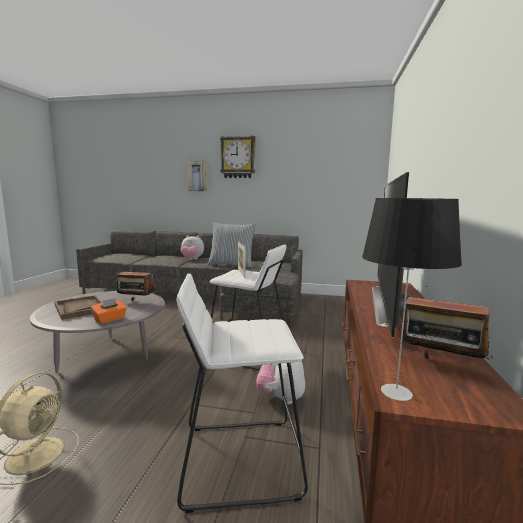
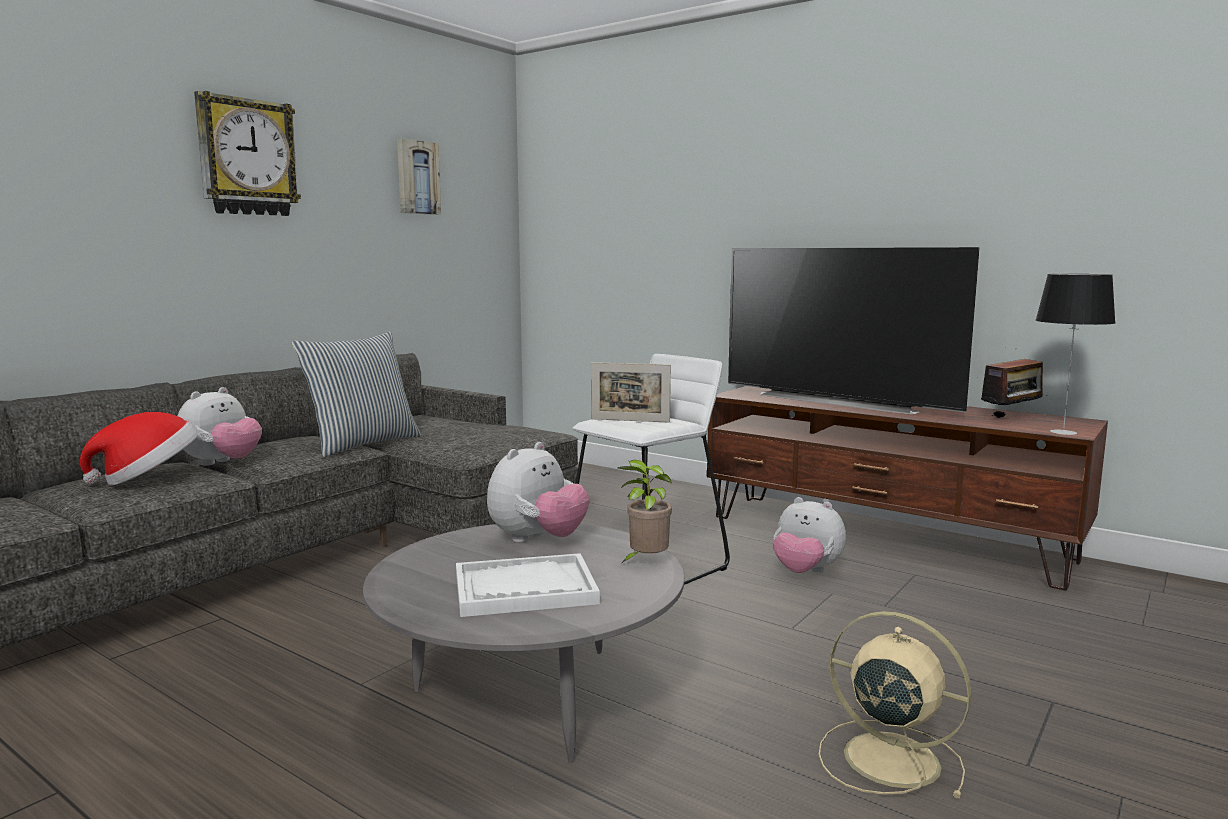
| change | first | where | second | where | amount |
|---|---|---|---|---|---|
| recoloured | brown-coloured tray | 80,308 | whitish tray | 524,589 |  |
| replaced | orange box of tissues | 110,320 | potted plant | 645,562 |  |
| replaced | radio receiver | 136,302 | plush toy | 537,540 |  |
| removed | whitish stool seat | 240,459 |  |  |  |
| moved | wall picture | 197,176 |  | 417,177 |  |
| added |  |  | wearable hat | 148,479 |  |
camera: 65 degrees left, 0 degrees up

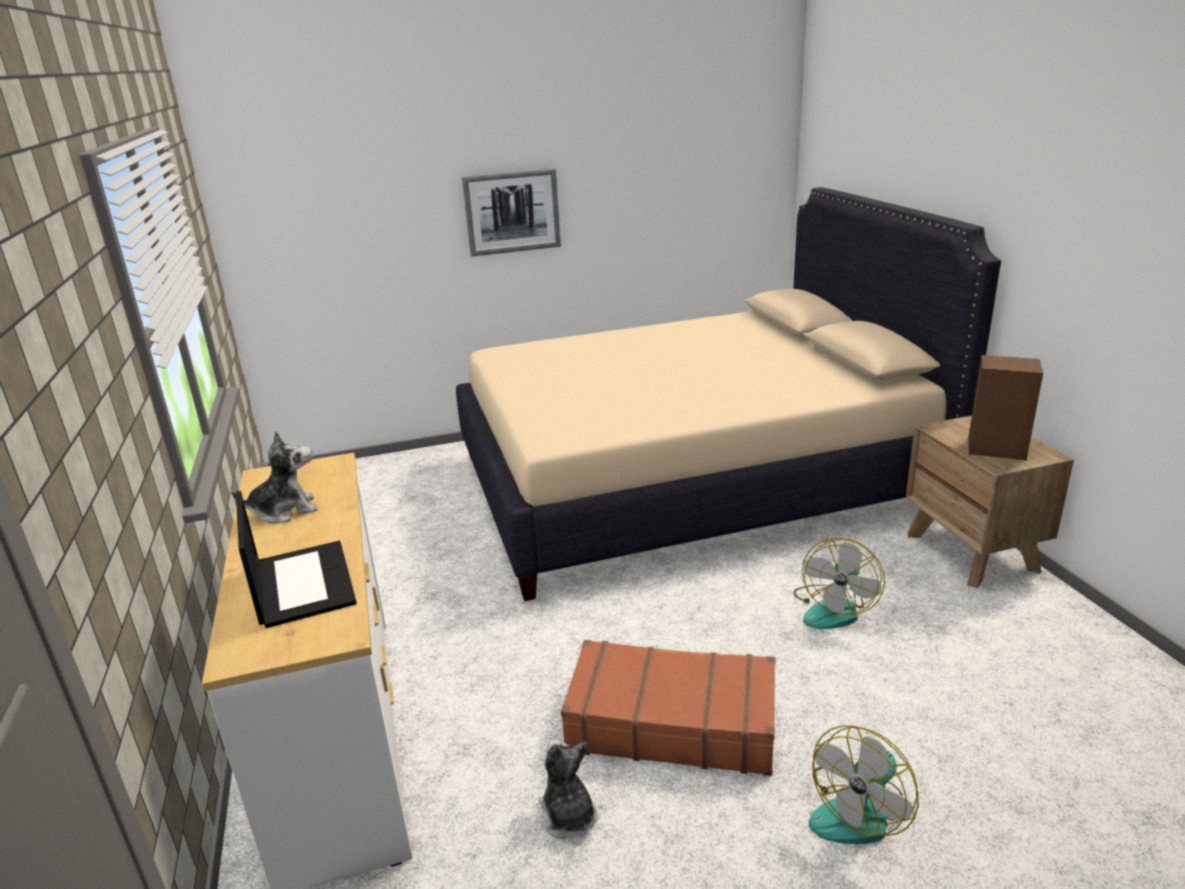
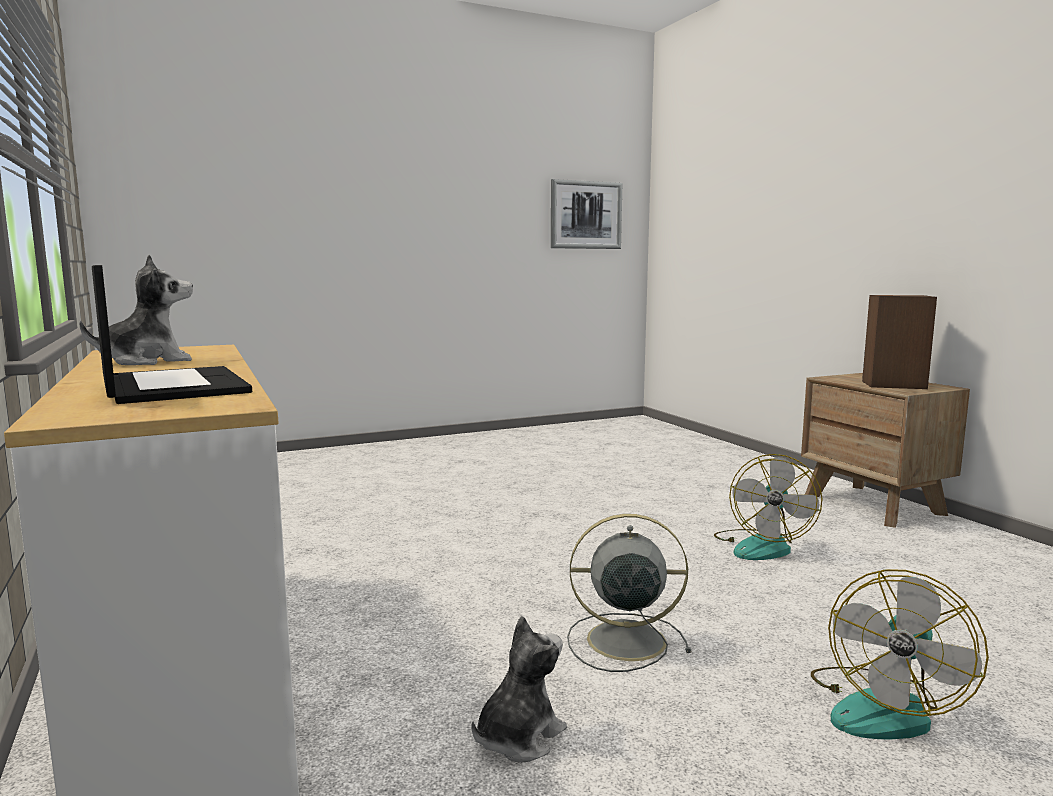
| change | first | where | second | where | amount |
|---|---|---|---|---|---|
| removed | beige-coloured bedroom bed | 689,480 |  |  |  |
| moved | wall picture | 512,212 |  | 586,215 |  |
| turned | plush toy | 568,816 |  | 518,737 | 75 degrees clockwise |
| replaced | brown-coloured piece of luggage | 671,722 | greyish electric fan | 622,640 |  |
camera: 10 degrees left, 15 degrees down

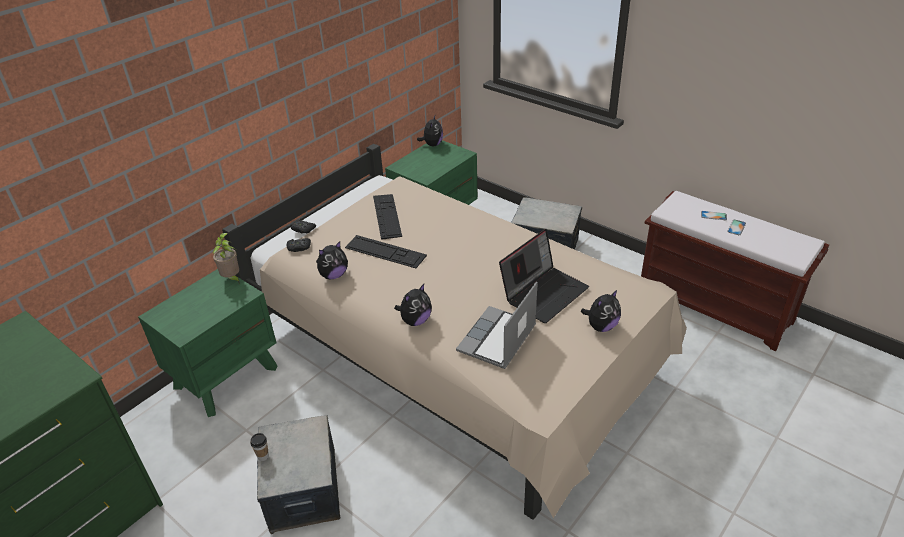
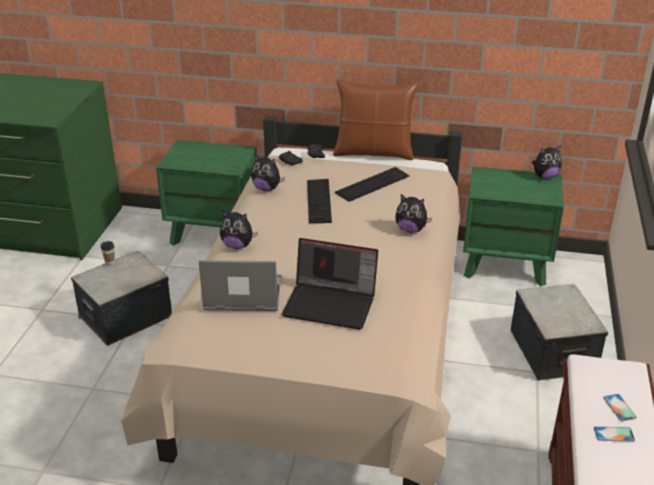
| change | first | where | second | where | amount |
|---|---|---|---|---|---|
| removed | potted plant | 232,278 |  |  |  |
| moved | plush toy | 601,326 |  | 411,230 |  |
| added |  |  | brown-coloured pillow | 373,152 |  |
camera: 60 degrees right, 5 degrees down

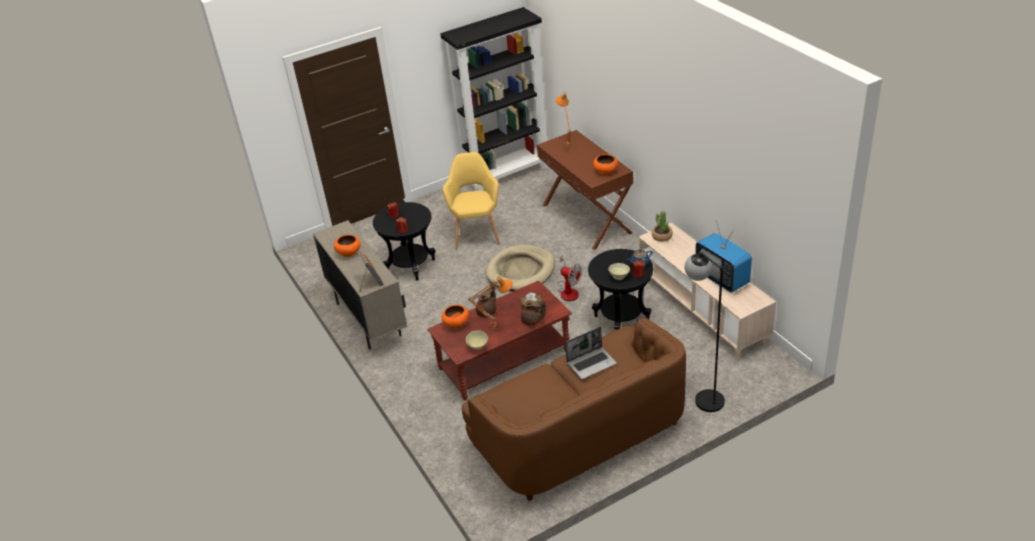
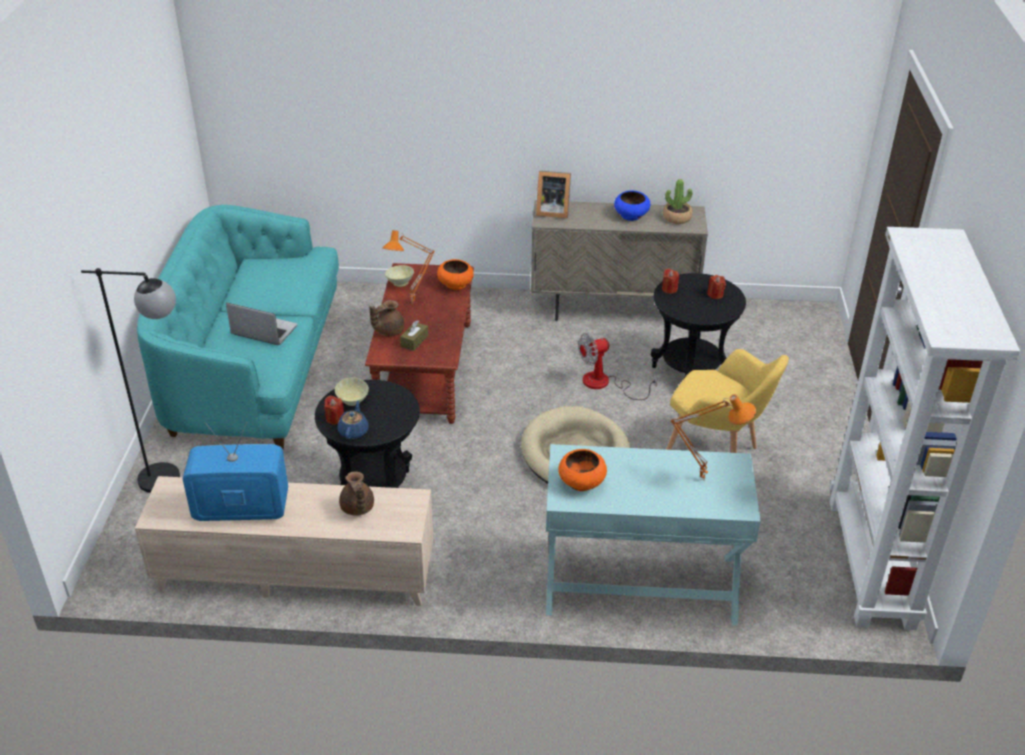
| change | first | where | second | where | amount |
|---|---|---|---|---|---|
| recoloured | orange serving bowl | 349,252 | blue serving bowl | 631,215 |  |
| recoloured | blackish shelving unit | 507,174 | whitish shelving unit | 872,563 |  |
| recoloured | brown-coloured settee | 580,433 | turquoise settee | 255,369 |  |
| moved | brown-coloured teapot | 487,312 |  | 357,508 |  |
| recoloured | brown-coloured hall table | 587,218 | turquoise hall table | 640,585 |  |
| moved | electric fan | 568,291 |  | 605,384 |  |
| turned | laptop | 591,363 |  | 263,331 | 105 degrees clockwise |
| moved | potted plant | 662,236 |  | 677,218 |  |
camera: 120 degrees right, 0 degrees up

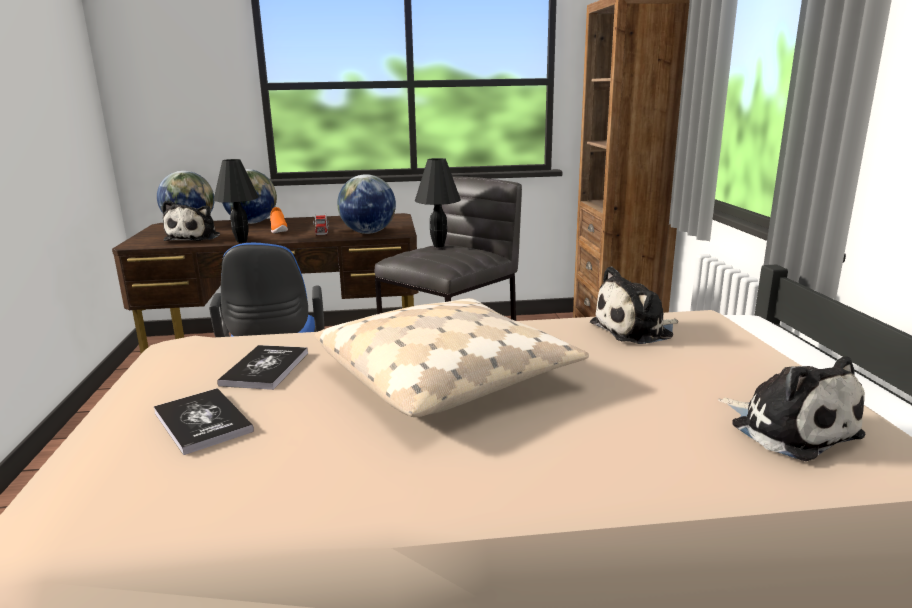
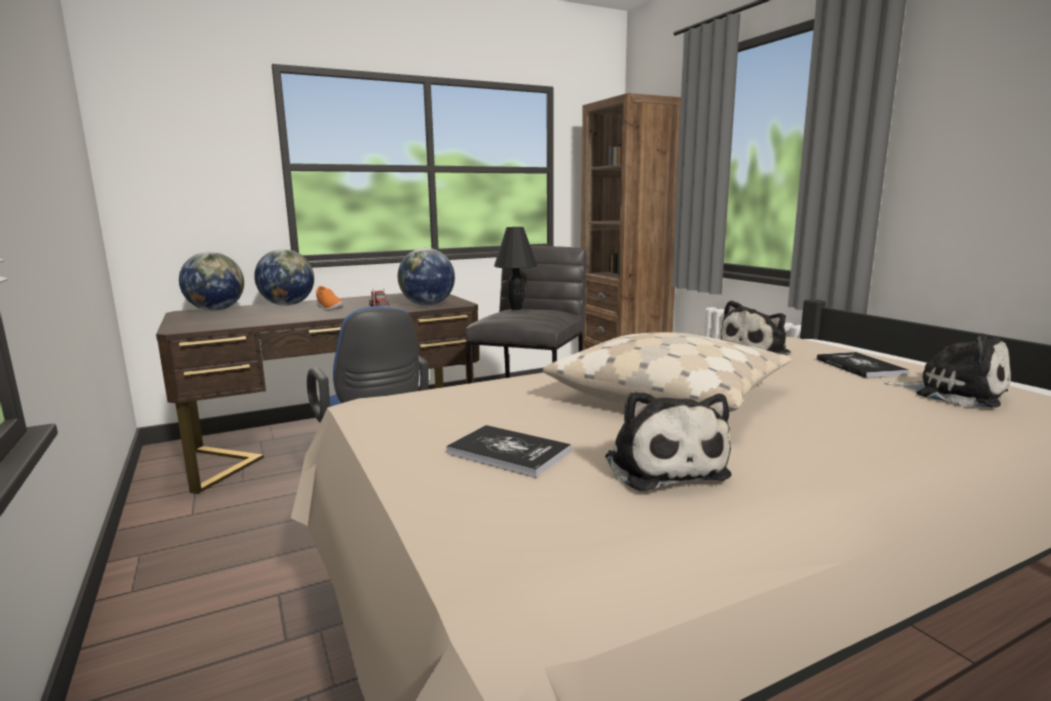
| change | first | where | second | where | amount |
|---|---|---|---|---|---|
| moved | plush toy | 195,237 |  | 662,466 |  |
| removed | blackish table lamp | 242,241 |  |  |  |
| moved | bound book | 265,368 |  | 860,367 |  |
camera: 20 degrees left, 5 degrees down

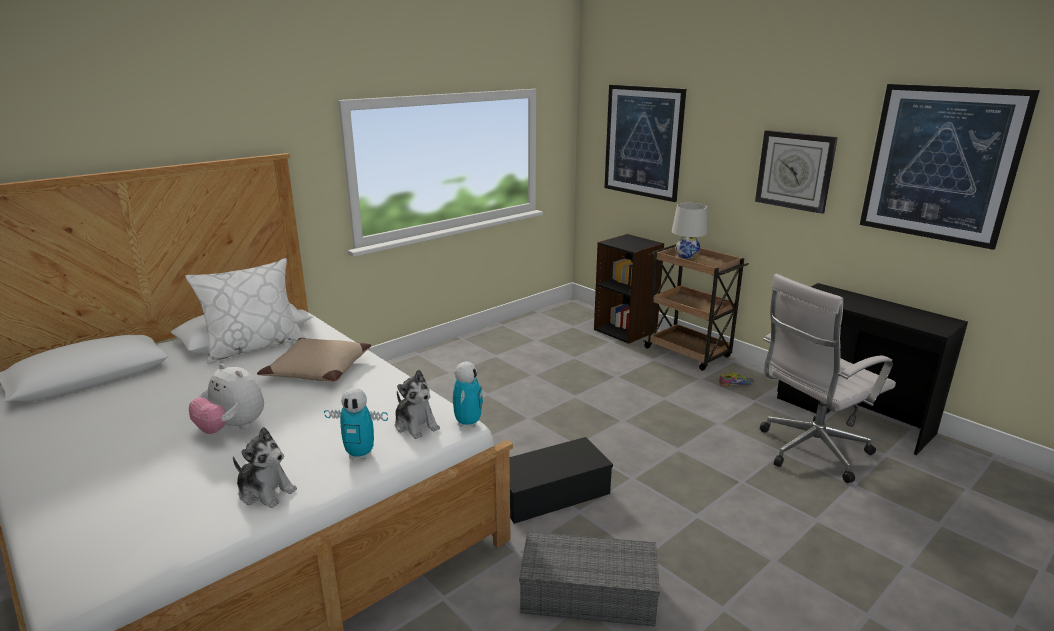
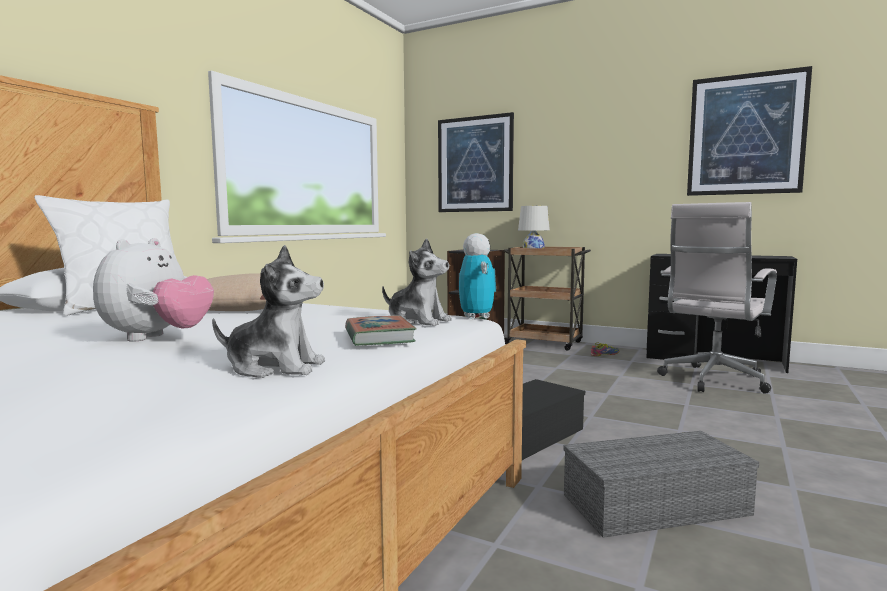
| change | first | where | second | where | amount |
|---|---|---|---|---|---|
| turned | plush toy | 232,428 |  | 158,338 | 90 degrees counterclockwise |
| replaced | toy robot | 360,454 | bound book | 379,337 |  |
| removed | clock on the wall | 795,170 |  |  |  |
camera: 20 degrees left, 15 degrees down

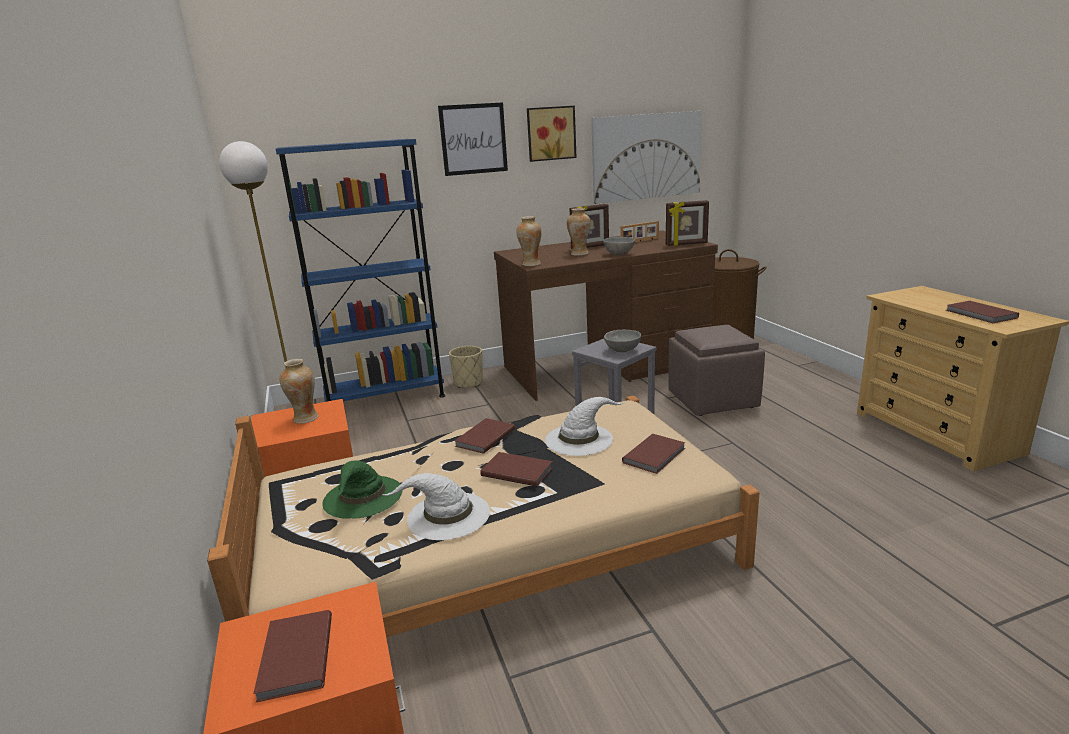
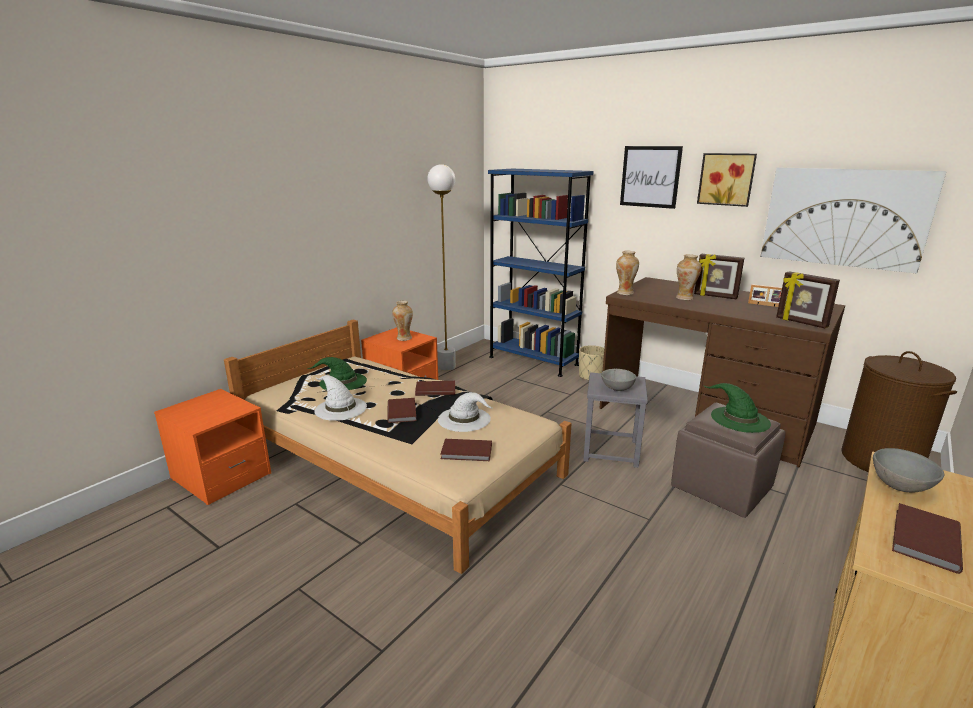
| change | first | where | second | where | amount |
|---|---|---|---|---|---|
| removed | brown-coloured bound book | 294,658 |  |  |  |
| moved | greyish serving bowl | 619,254 |  | 901,486 |  |
| added |  |  | green wearable hat | 739,419 |  |
camera: 55 degrees right, 0 degrees up

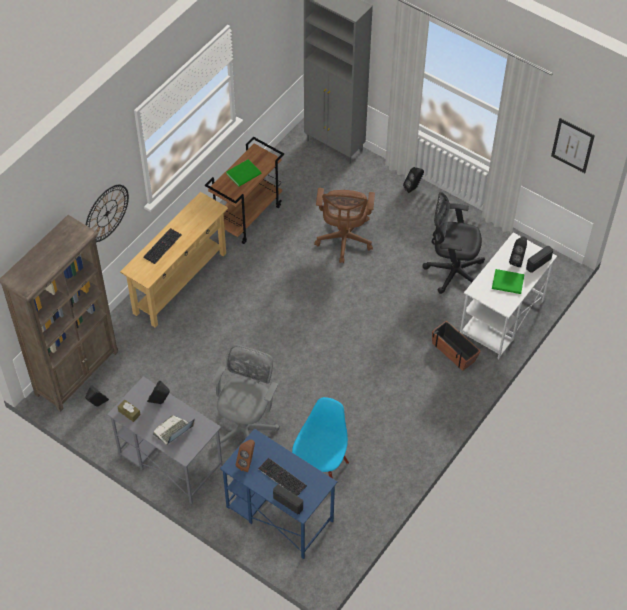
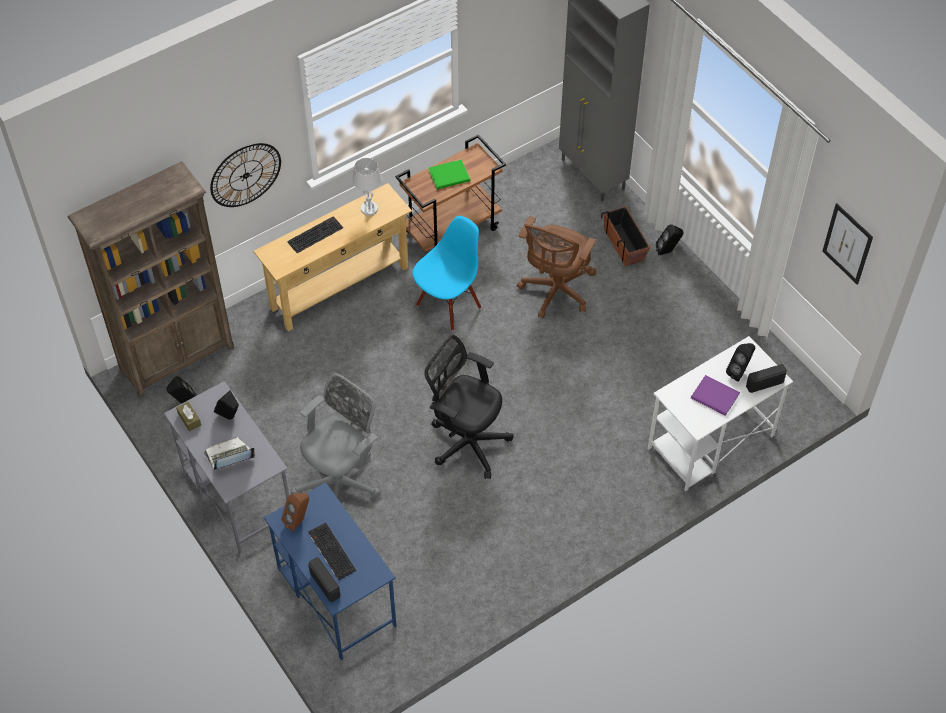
| change | first | where | second | where | amount |
|---|---|---|---|---|---|
| moved | blue upright chair | 320,468 |  | 448,305 |  |
| moved | blackish computer chair | 452,272 |  | 466,441 |  |
| moved | flower pot | 453,352 |  | 624,244 |  |
| recoloured | green bound book | 508,283 | purple-coloured bound book | 715,397 |  |
| added |  |  | whitish table lamp | 369,208 |  |
camera: 20 degrees right, 0 degrees up

